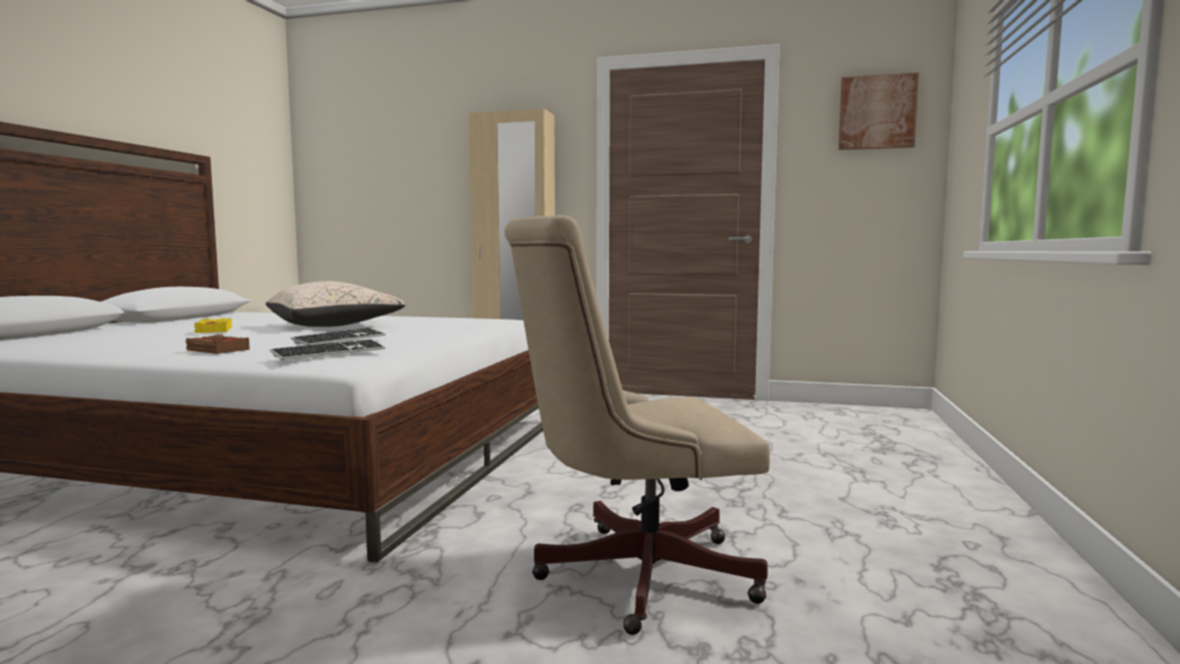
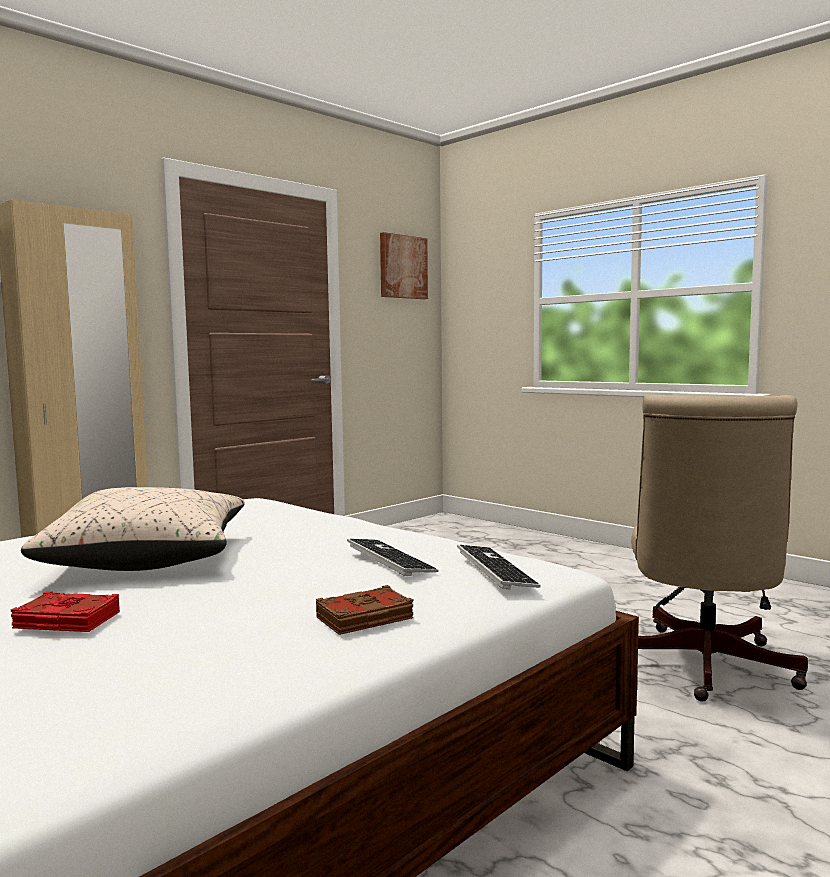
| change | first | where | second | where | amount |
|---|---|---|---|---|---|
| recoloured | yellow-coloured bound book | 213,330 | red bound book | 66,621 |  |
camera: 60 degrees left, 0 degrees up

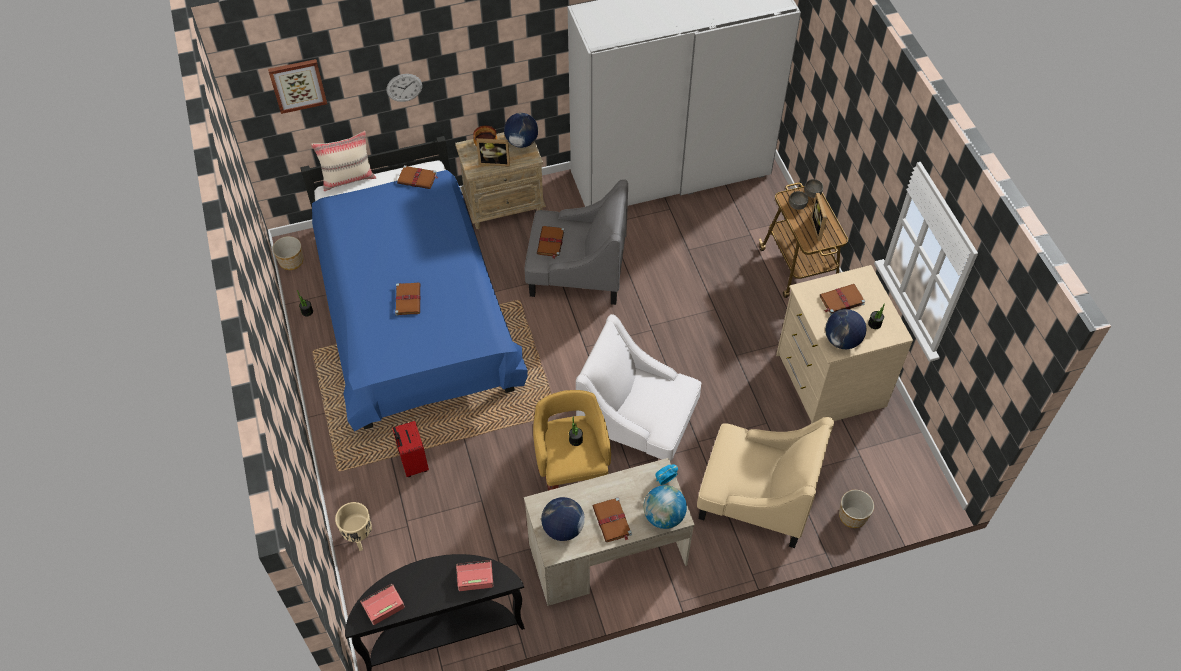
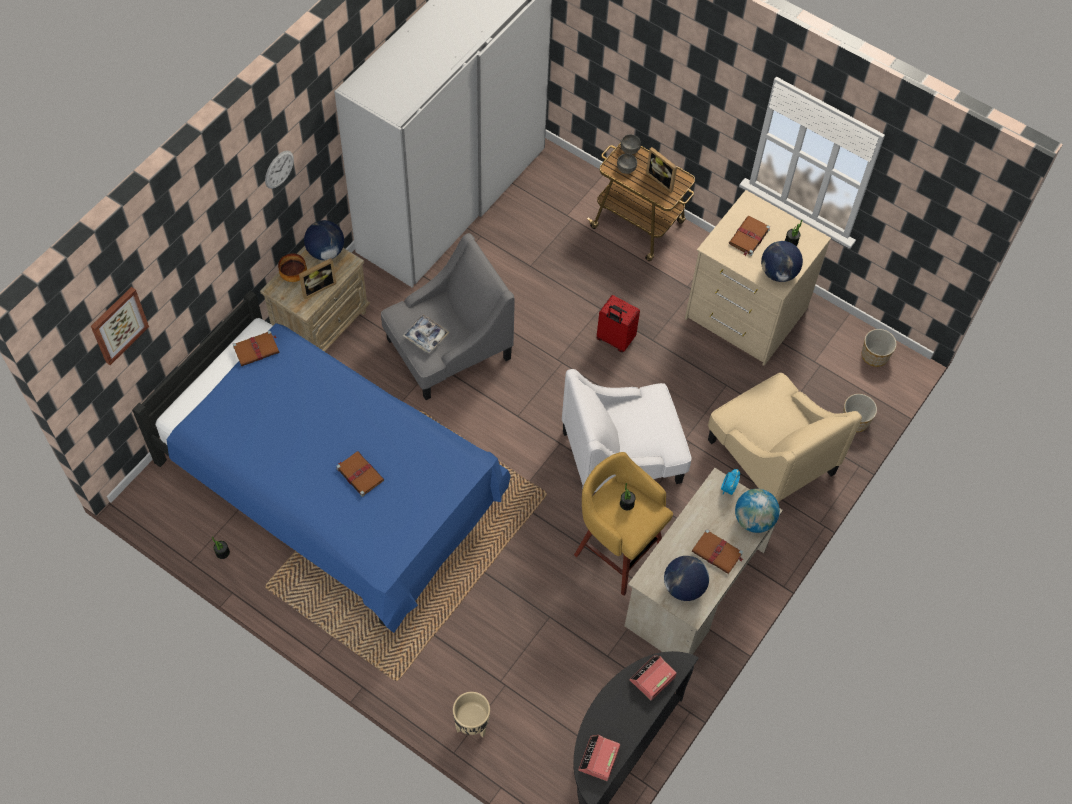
| change | first | where | second | where | amount |
|---|---|---|---|---|---|
| moved | flower pot | 291,261 |  | 875,356 |  |
| removed | beige-coloured pillow | 348,178 |  |  |  |
| moved | clock on the wall | 404,87 |  | 279,169 |  |
| moved | red piece of luggage | 413,463 |  | 614,340 |  |
| replaced | brown-coloured bound book | 550,243 | tray | 426,336 |  |
| turned | beige-coloured lounge chair | 756,498 |  | 770,456 | 75 degrees clockwise |
camera: 40 degrees left, 5 degrees up

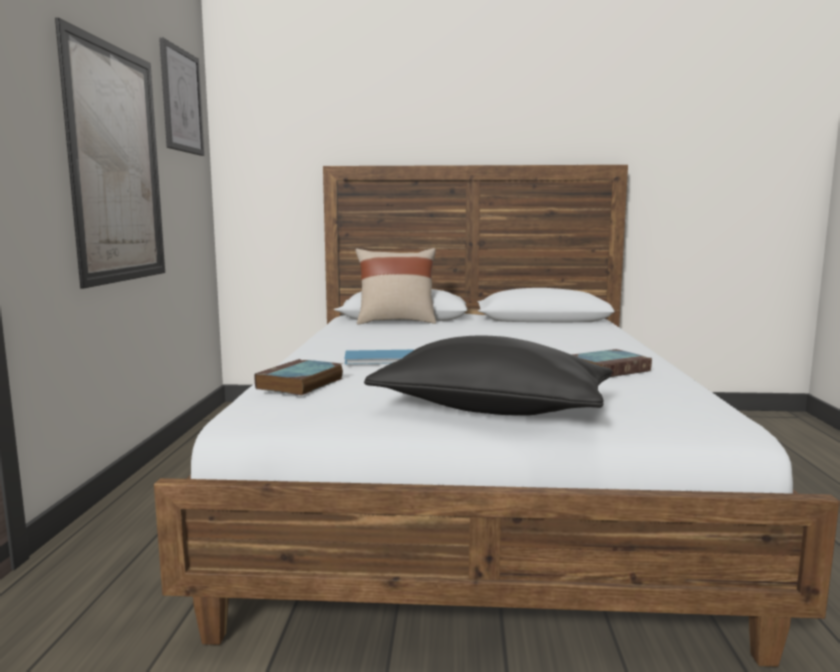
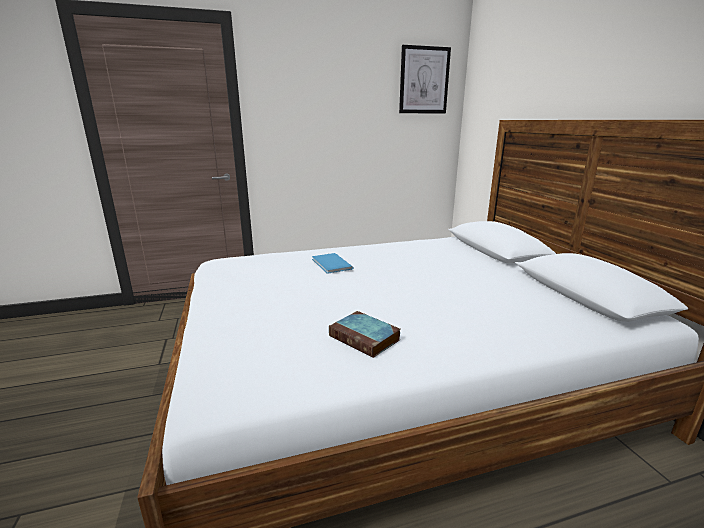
| change | first | where | second | where | amount |
|---|---|---|---|---|---|
| removed | wall picture | 117,165 |  |  |  |
| removed | bound book | 300,384 |  |  |  |
| removed | beige-coloured pillow | 396,321 |  |  |  |
| removed | blackish pillow | 491,409 |  |  |  |
camera: 70 degrees right, 10 degrees up

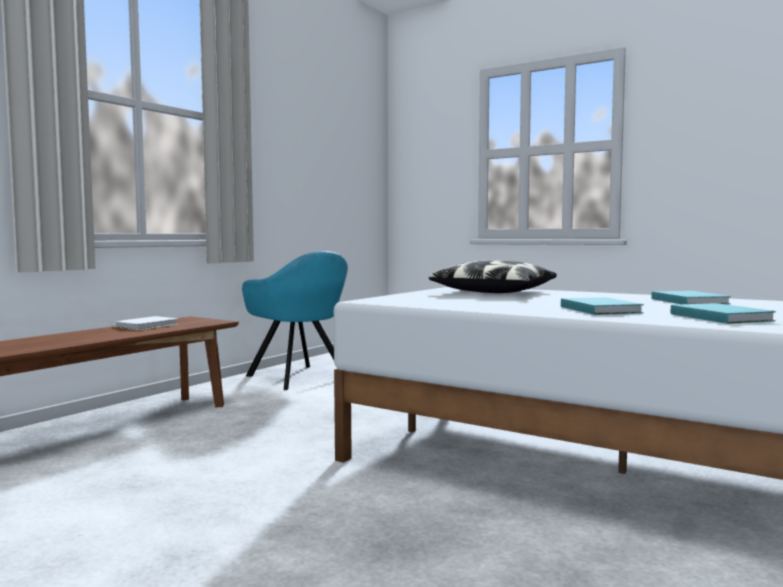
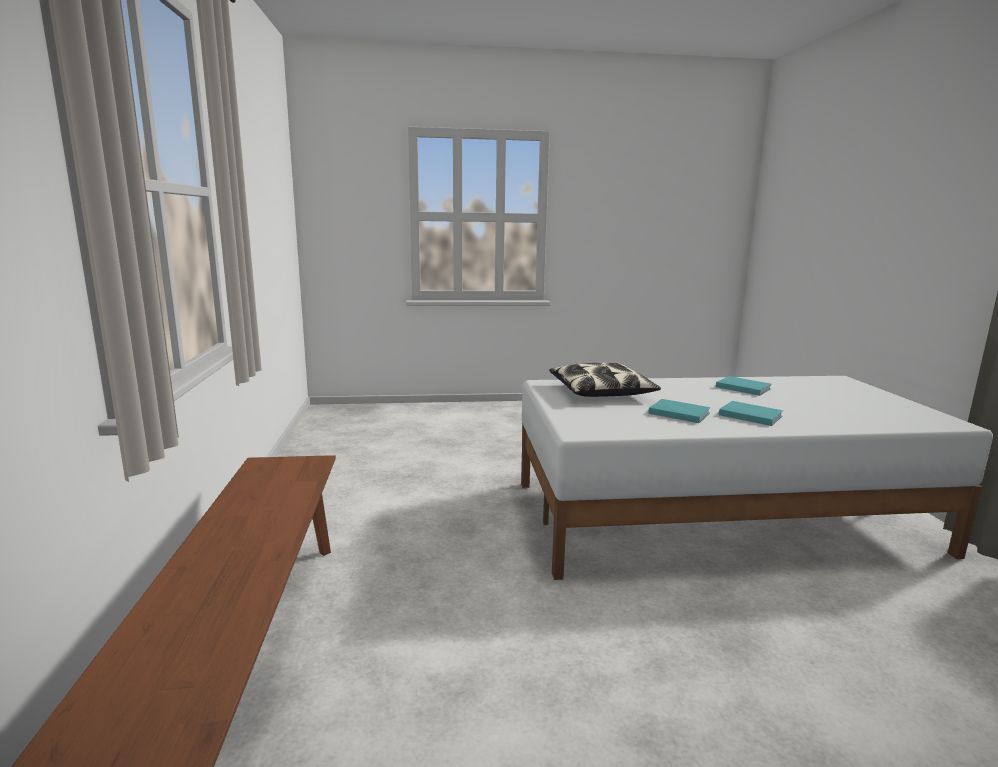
| change | first | where | second | where | amount |
|---|---|---|---|---|---|
| removed | whitish bound book | 149,325 |  |  |  |
| removed | turquoise lounge chair | 300,378 |  |  |  |
| moved | turquoise bound book | 720,317 |  | 678,413 |  |
camera: 40 degrees left, 10 degrees up

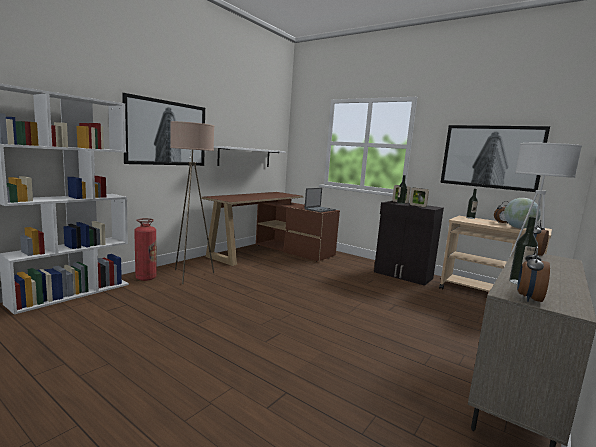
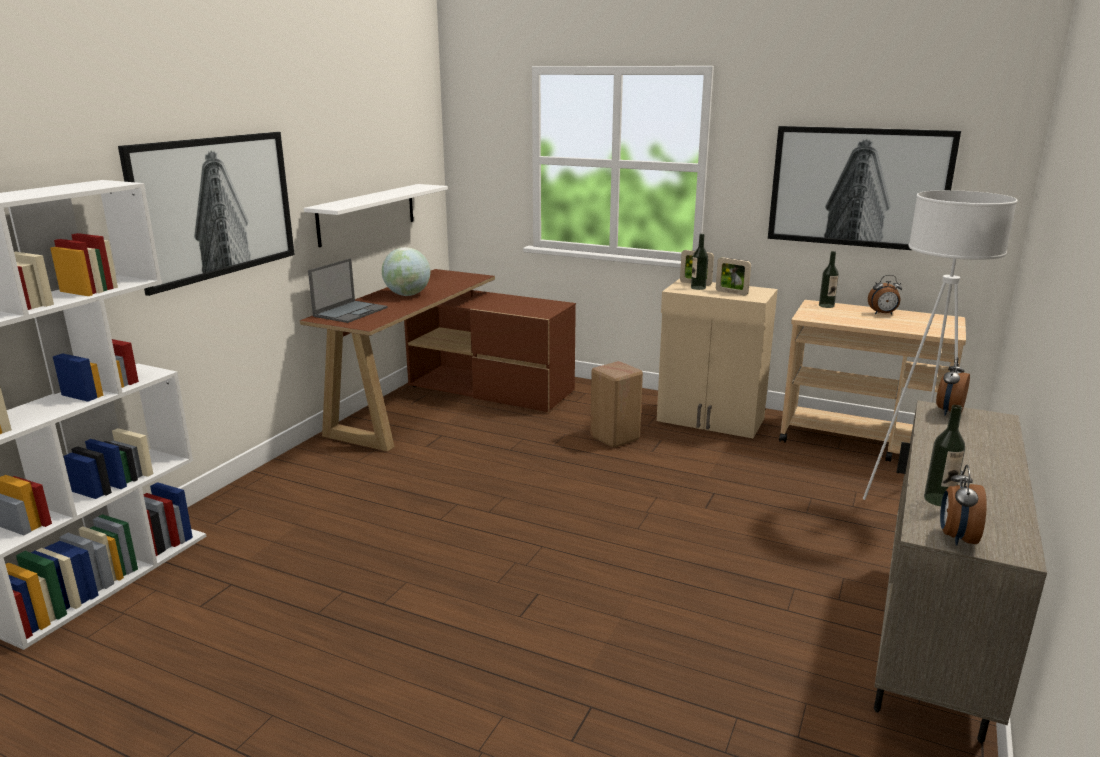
| change | first | where | second | where | amount |
|---|---|---|---|---|---|
| removed | fire extinguisher | 146,278 |  |  |  |
| removed | beige-coloured floor lamp | 190,275 |  |  |  |
| moved | laptop | 320,209 |  | 351,312 |  |
| recoloured | blackish cupboard | 403,275 | beige-coloured cupboard | 710,420 |  |
| moved | world globe | 518,228 |  | 407,295 |  |
| added |  |  | beige-coloured stool seat | 614,439 |  |
camera: 10 degrees left, 10 degrees up

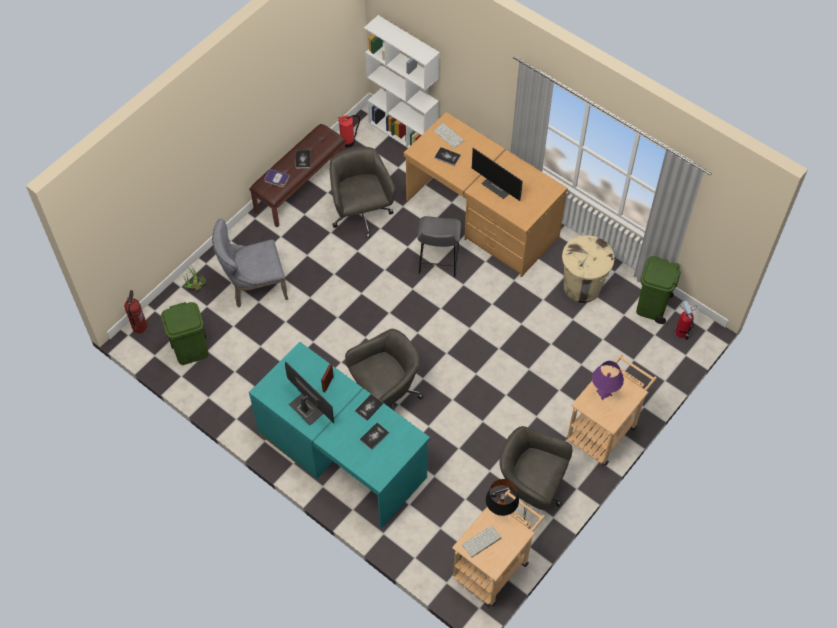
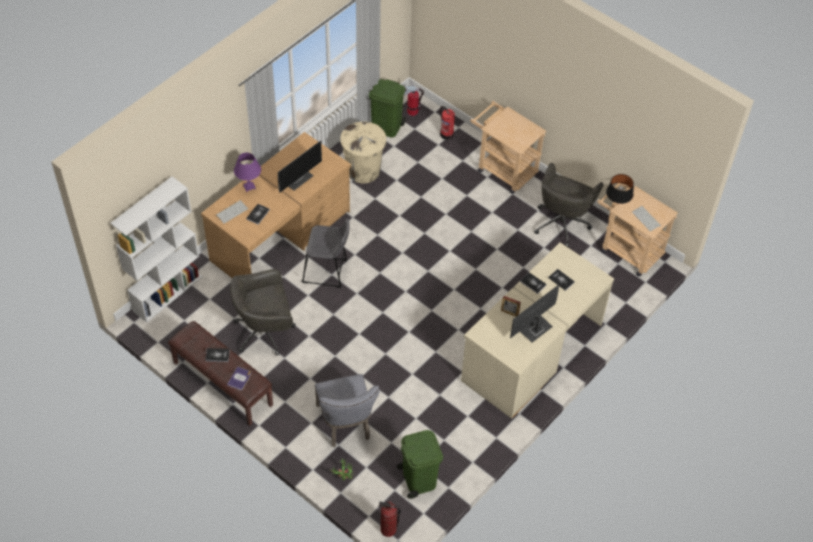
| change | first | where | second | where | amount |
|---|---|---|---|---|---|
| recoloured | turquoise desk table | 343,454 | beige-coloured desk table | 531,351 |  |
| moved | fire extinguisher | 348,141 |  | 446,134 |  |
| removed | greyish computer chair | 385,396 |  |  |  |
| moved | purple-coloured table lamp | 604,393 |  | 249,187 |  |
camera: 90 degrees left, 5 degrees down

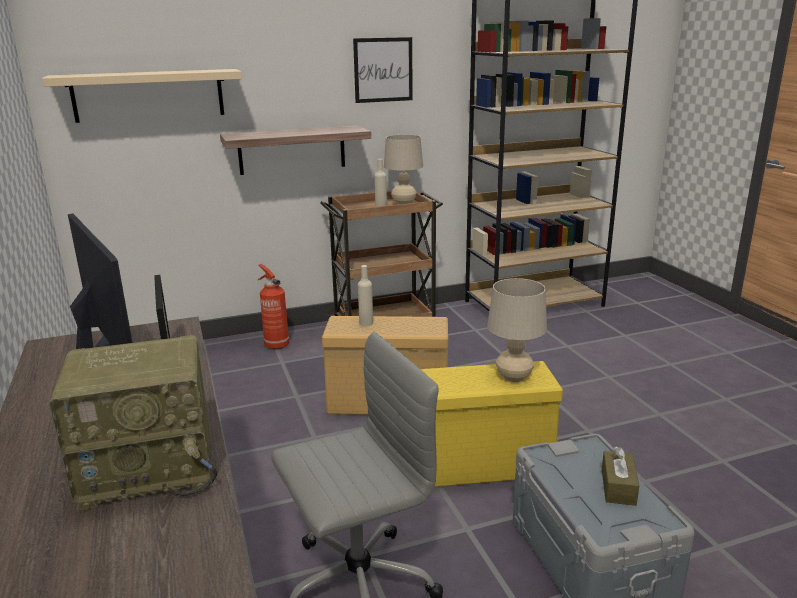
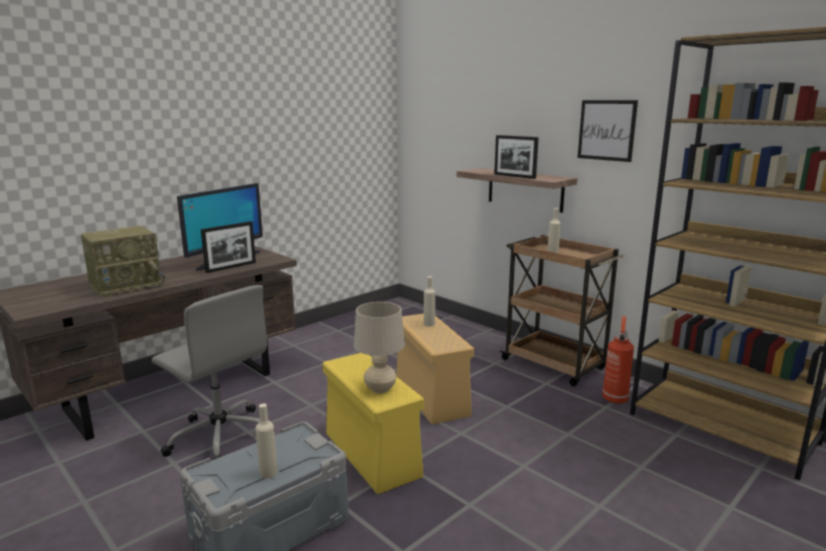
| change | first | where | second | where | amount |
|---|---|---|---|---|---|
| removed | beige-coloured bracket shelf | 148,95 |  |  |  |
| turned | radio receiver | 151,467 |  | 127,285 | 90 degrees counterclockwise |
| moved | fire extinguisher | 276,345 |  | 615,398 |  |
| removed | beige-coloured table lamp | 403,203 |  |  |  |
| replaced | brown-coloured box of tissues | 618,487 | beige-coloured beverage bottle | 268,473 |  |
| added |  |  | standing frame | 514,176 |  |
camera: 65 degrees right, 5 degrees down

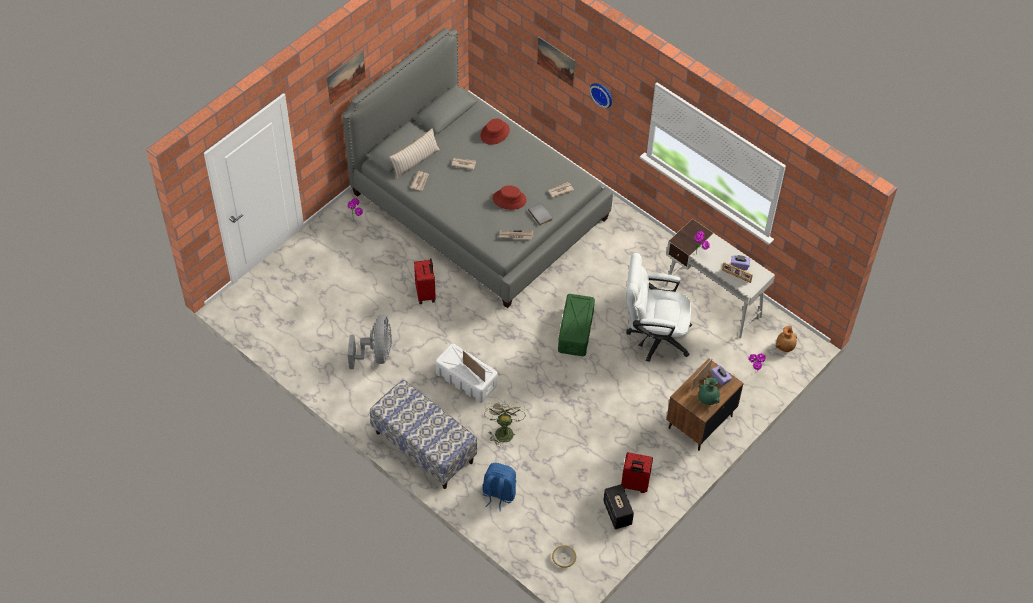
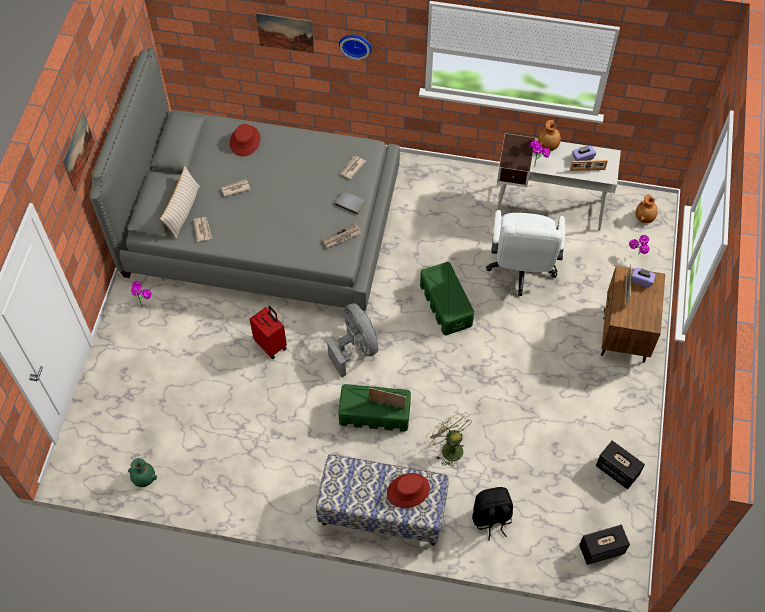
| change | first | where | second | where | amount |
|---|---|---|---|---|---|
| moved | greyish electric fan | 376,354 |  | 355,348 |  |
| recoloured | whitish storage container | 466,379 | green storage container | 374,414 |  |
| recoloured | blue rucksack | 498,494 | blackish rucksack | 491,519 |  |
| moved | red wearable hat | 509,199 |  | 408,490 |  |
| replaced | serving bowl | 564,558 | audio speaker | 602,549 |  |
| removed | red piece of luggage | 634,485 |  |  |  |
| turned | whitish computer chair | 653,336 |  | 521,270 | 60 degrees counterclockwise |
| moved | green decorative vase | 707,399 |  | 144,479 |  |
| added |  |  | brown-coloured decorative vase | 548,146 |  |
camera: 30 degrees left, 5 degrees up

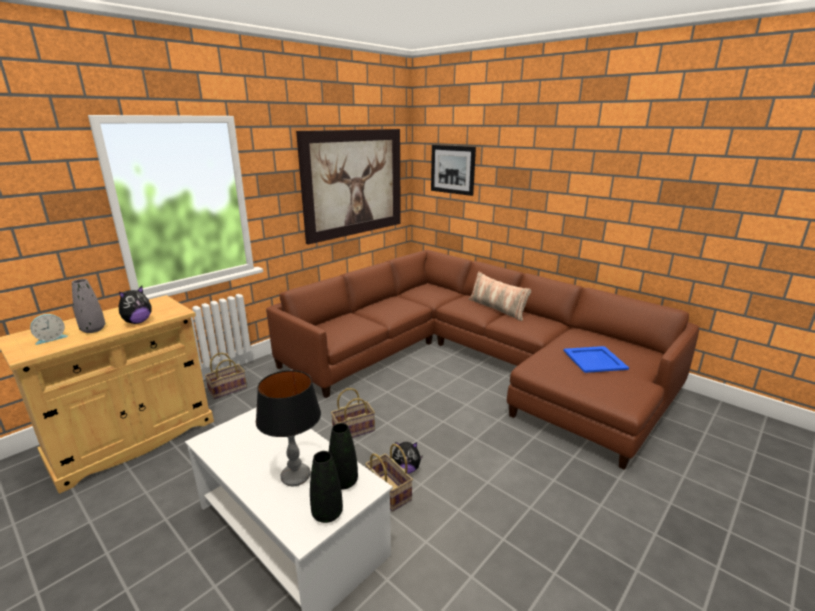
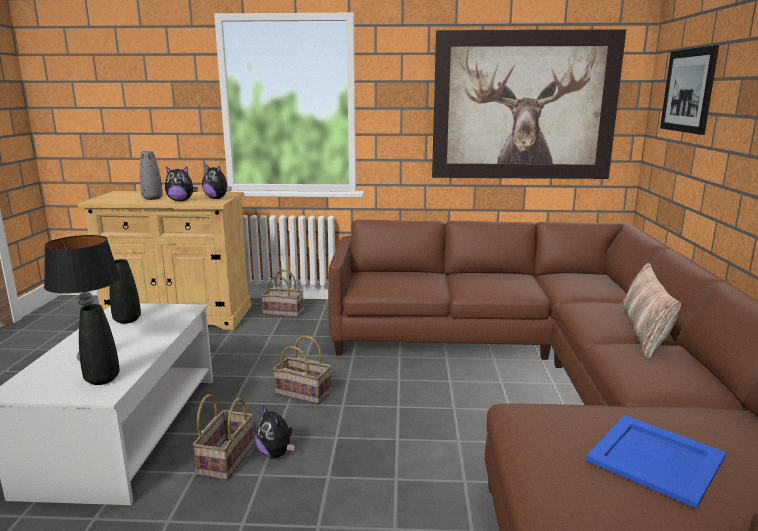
| change | first | where | second | where | amount |
|---|---|---|---|---|---|
| removed | bedside clock | 51,338 |  |  |  |
| moved | blackish decorative vase | 327,514 |  | 127,320 |  |
| added |  |  | plush toy | 217,198 |  |
camera: 50 degrees right, 5 degrees down

